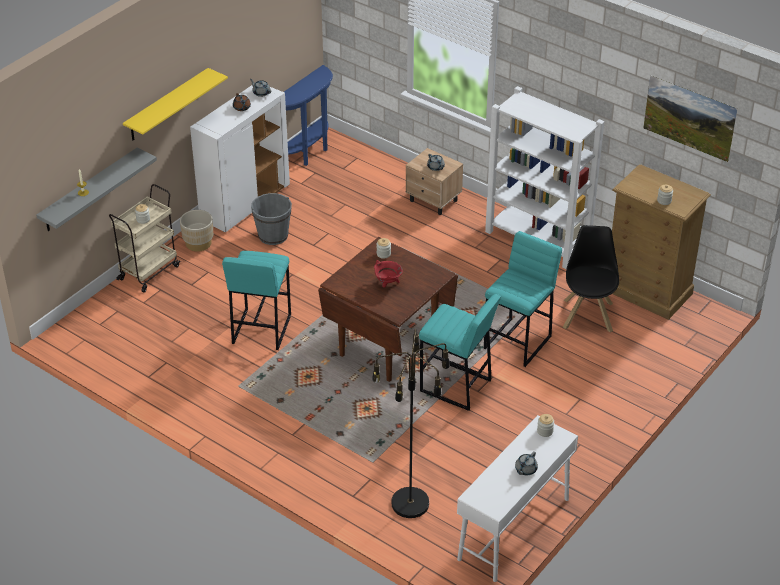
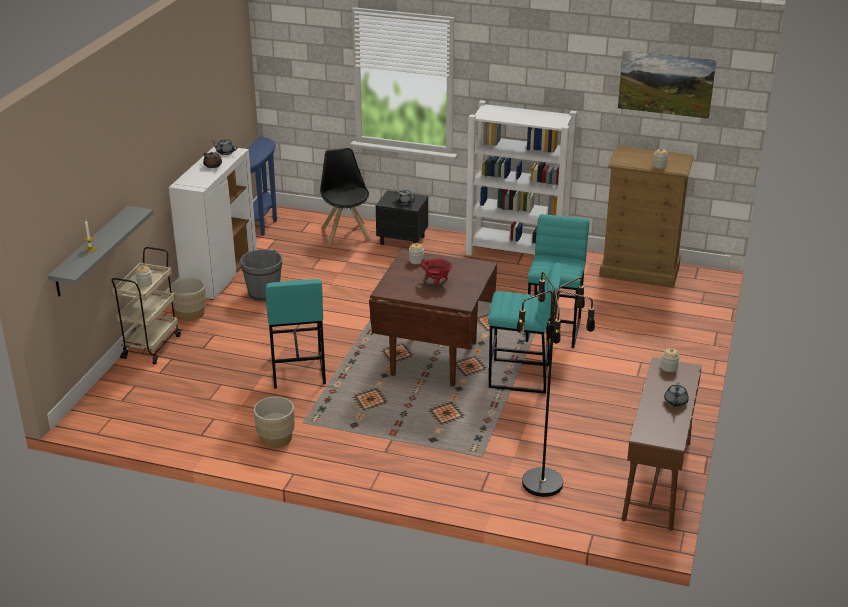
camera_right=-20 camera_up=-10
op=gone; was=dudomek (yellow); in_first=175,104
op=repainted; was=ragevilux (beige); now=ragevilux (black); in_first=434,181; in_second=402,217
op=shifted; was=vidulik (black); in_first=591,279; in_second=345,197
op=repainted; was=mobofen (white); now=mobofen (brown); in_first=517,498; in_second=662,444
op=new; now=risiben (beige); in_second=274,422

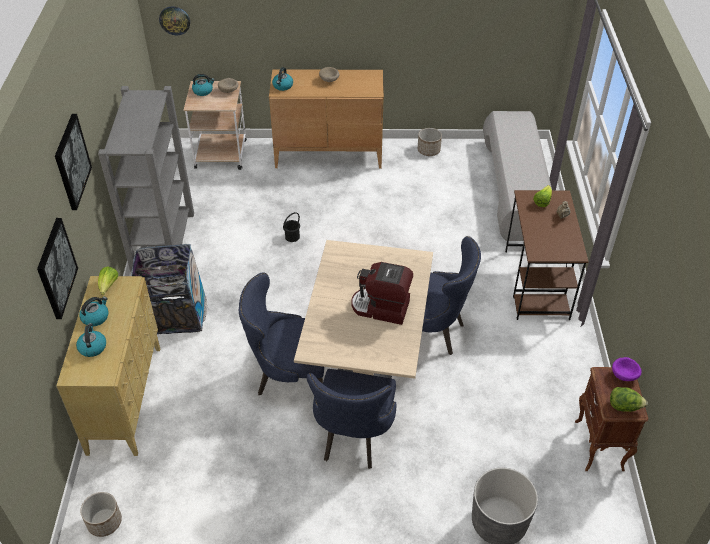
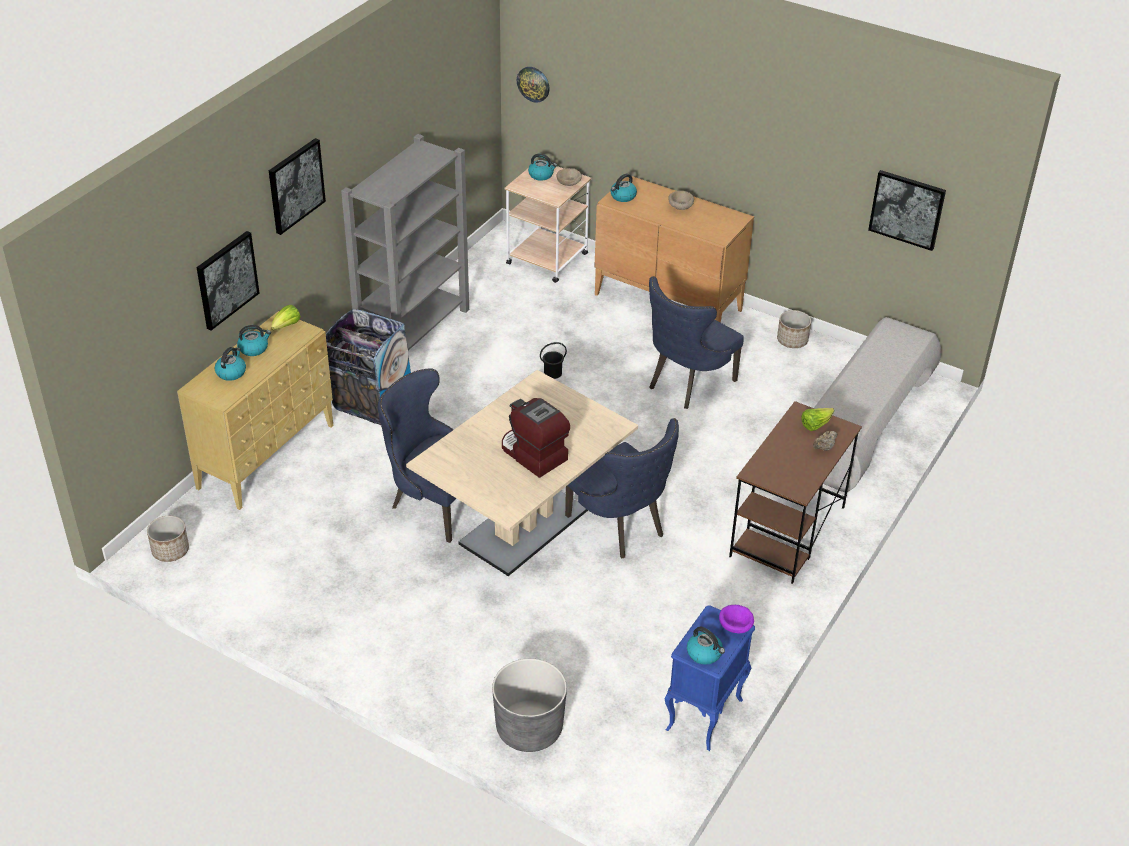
camera_right=30 camera_up=-5
op=repainted; was=ragevilux (brown); now=ragevilux (blue); in_first=611,419; in_second=710,678
op=shifted; was=vidulik (blue); in_first=352,419; in_second=696,342
op=swapped; was=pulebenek; now=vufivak; in_first=629,399; in_second=706,646
op=new; now=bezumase; in_second=907,210

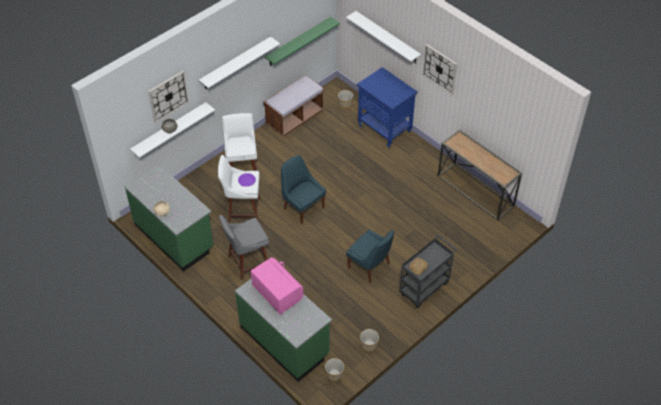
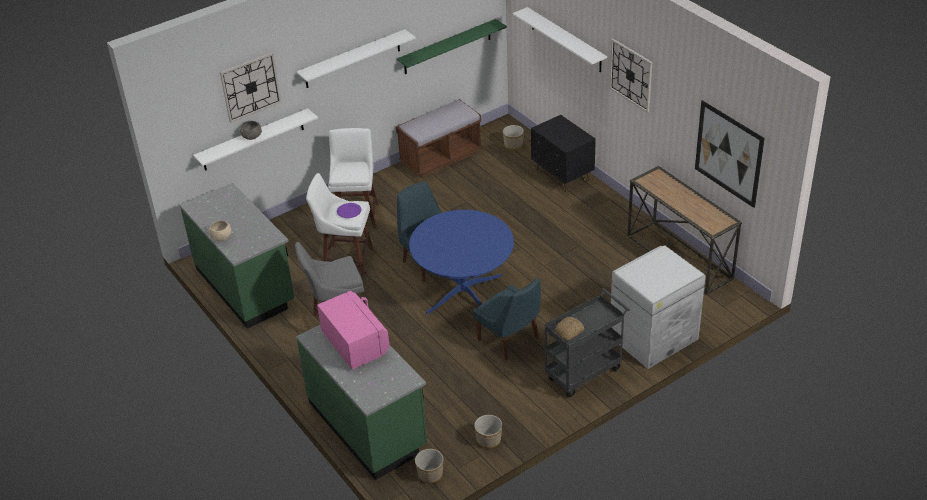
camera_right=10 camera_up=-10
op=swapped; was=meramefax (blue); now=ragevilux (black); in_first=387,107; in_second=563,153
op=new; now=bezumase; in_second=730,154
op=new; now=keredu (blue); in_second=461,262
op=new; now=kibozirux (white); in_second=658,307

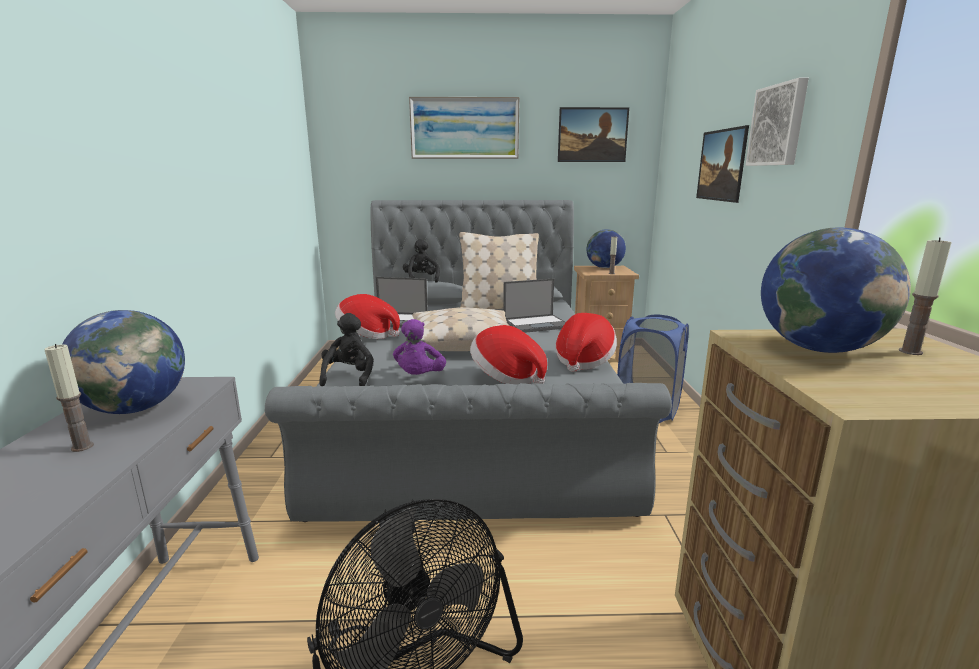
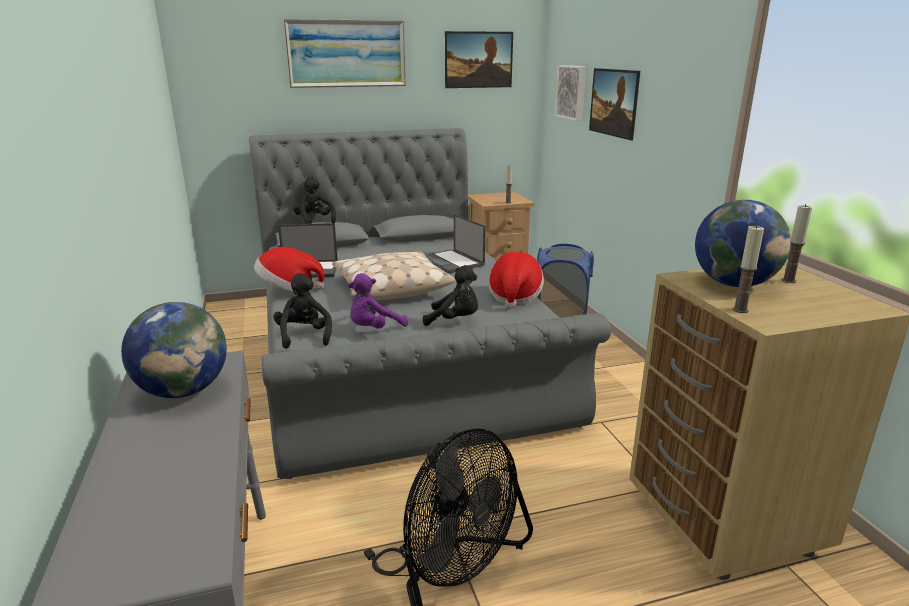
camera_right=-15 camera_up=5
op=shifted; was=bezumase; in_first=777,122; in_second=570,93
op=gone; was=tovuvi; in_first=606,248
op=gone; was=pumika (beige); in_first=499,270
op=rotated; was=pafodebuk; in_first=534,306; in_second=455,244; clockwise=90
op=rotated; was=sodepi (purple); in_first=419,347; in_second=378,301; clockwise=60
op=swapped; was=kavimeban; now=sodepi (black); in_first=508,355; in_second=450,295
op=shifted; was=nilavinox; in_first=69,398; in_second=748,269

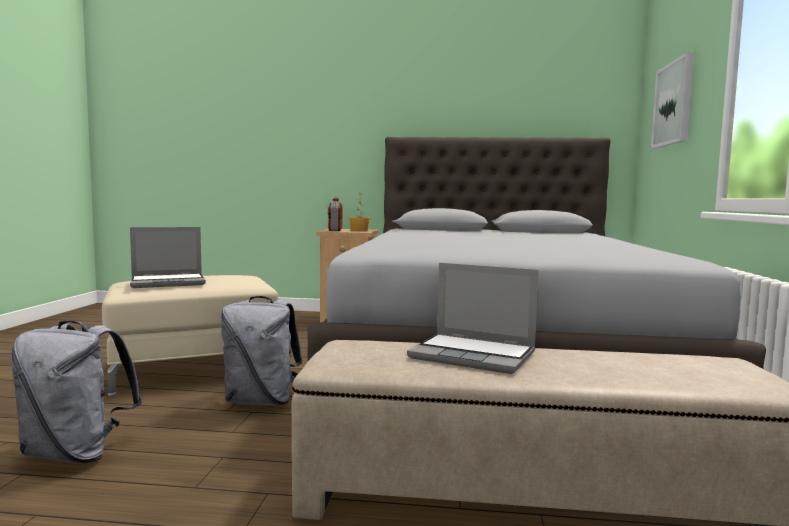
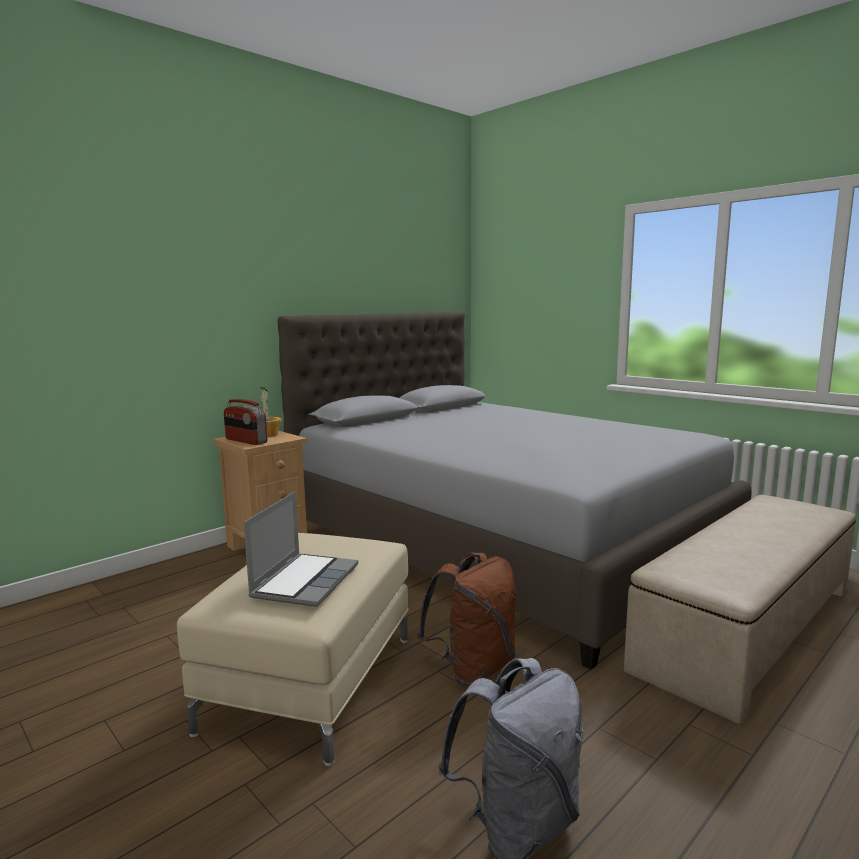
camera_right=-50 camera_up=5
op=gone; was=bezumase; in_first=672,100
op=gone; was=pafodebuk; in_first=473,318
op=repainted; was=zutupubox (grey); now=zutupubox (brown); in_first=261,351; in_second=467,619

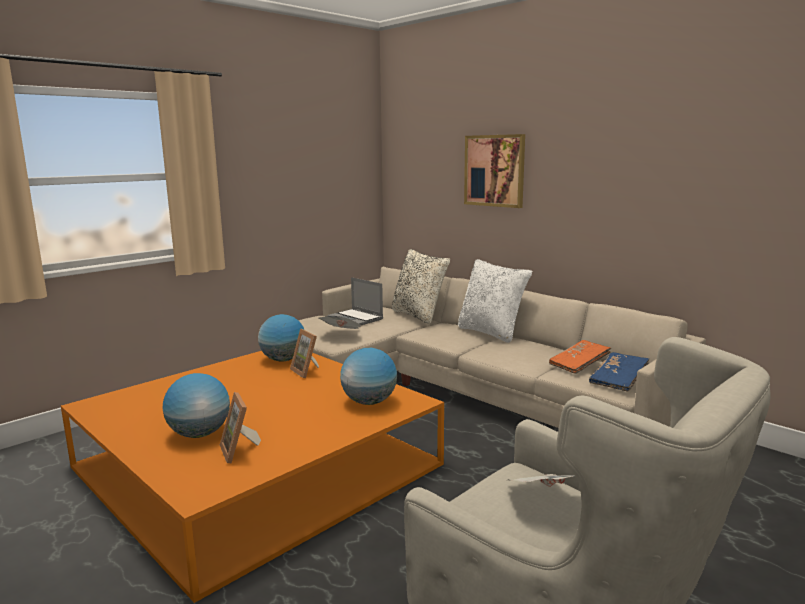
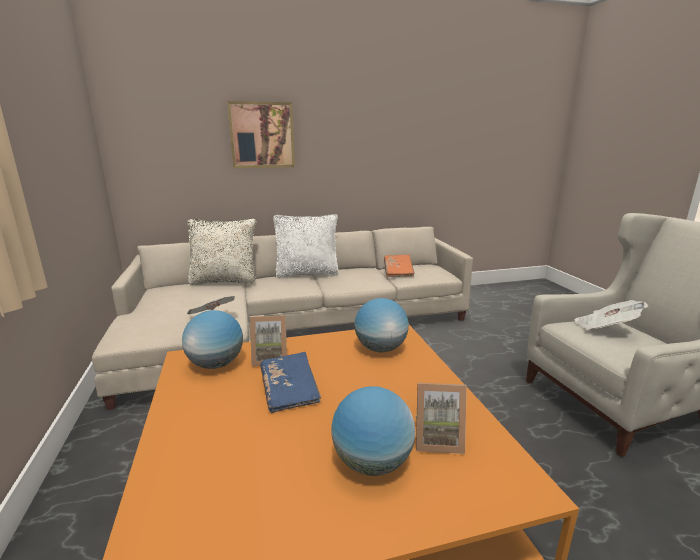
camera_right=-60 camera_up=5
op=gone; was=pafodebuk; in_first=355,301
op=shifted; was=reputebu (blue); in_first=619,372; in_second=290,382

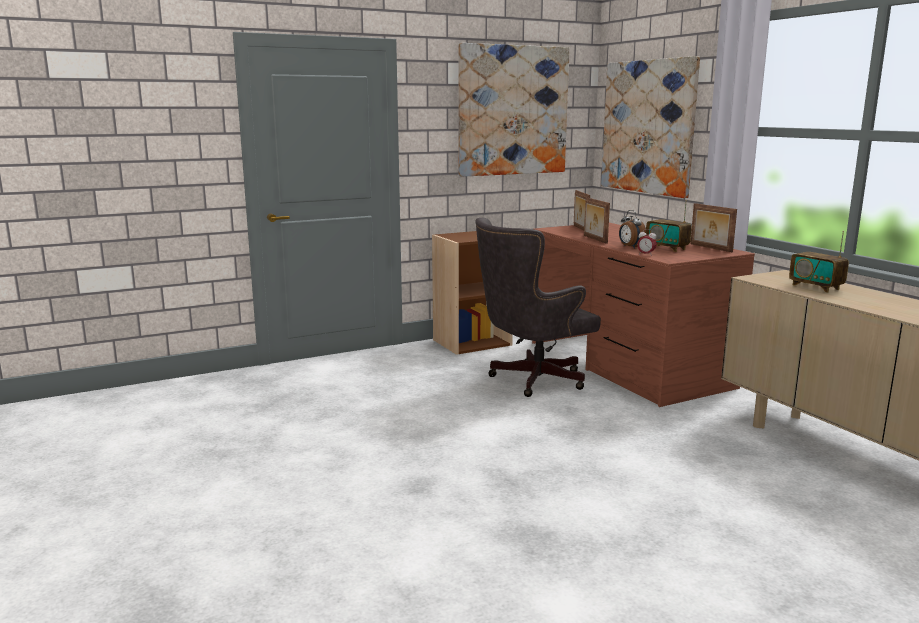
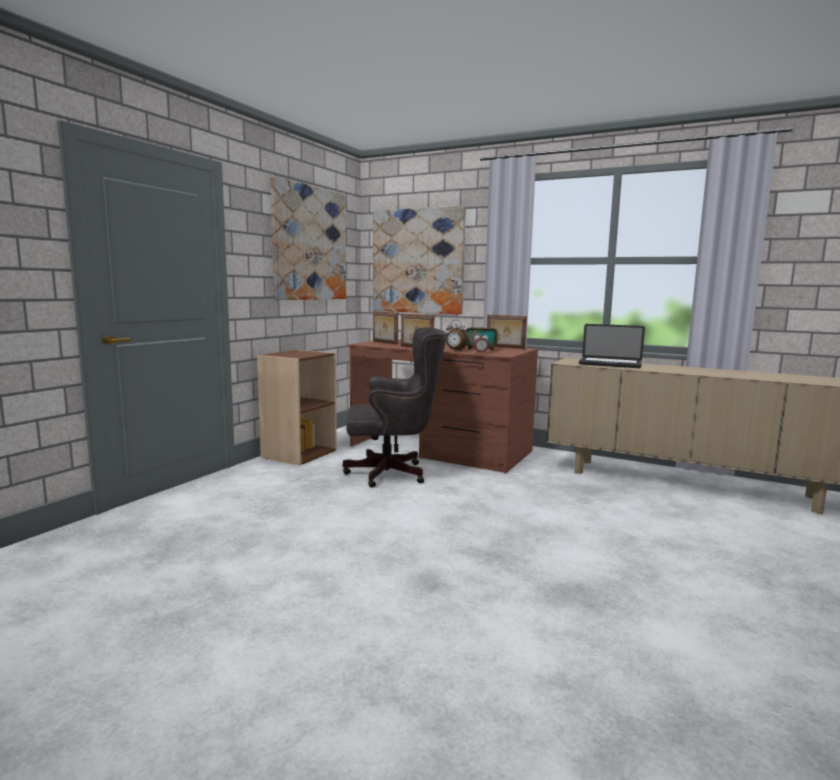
camera_right=-35 camera_up=-5
op=rotated; was=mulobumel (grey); in_first=538,307; in_second=395,407; clockwise=-120
op=swapped; was=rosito; now=pafodebuk; in_first=819,262; in_second=612,346

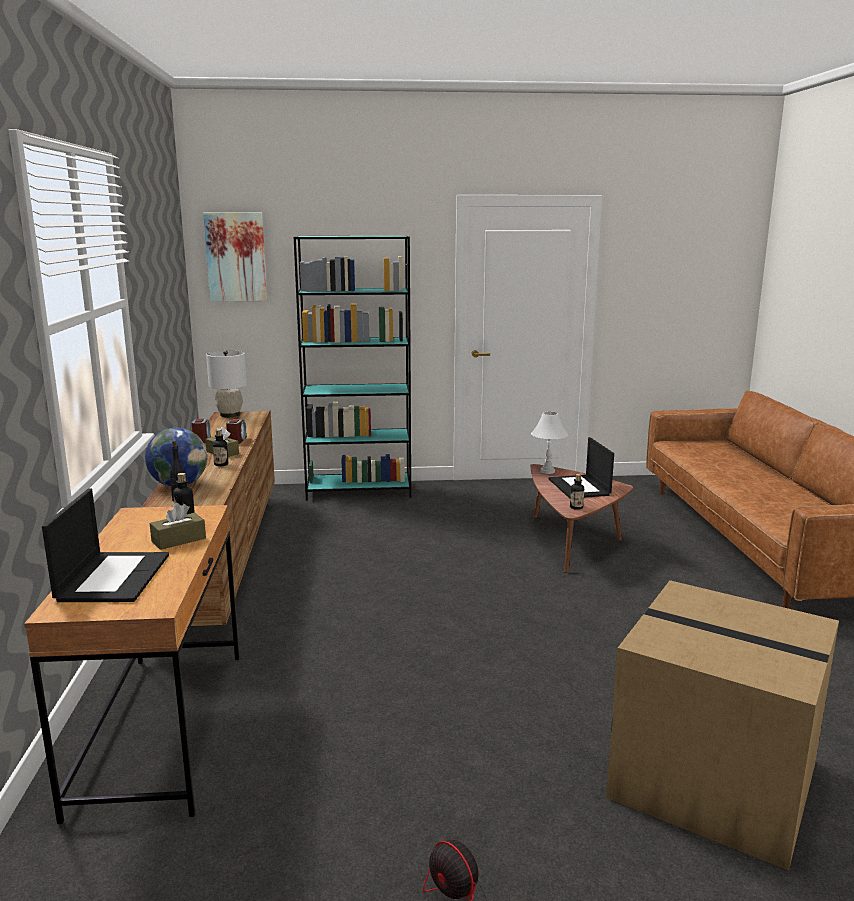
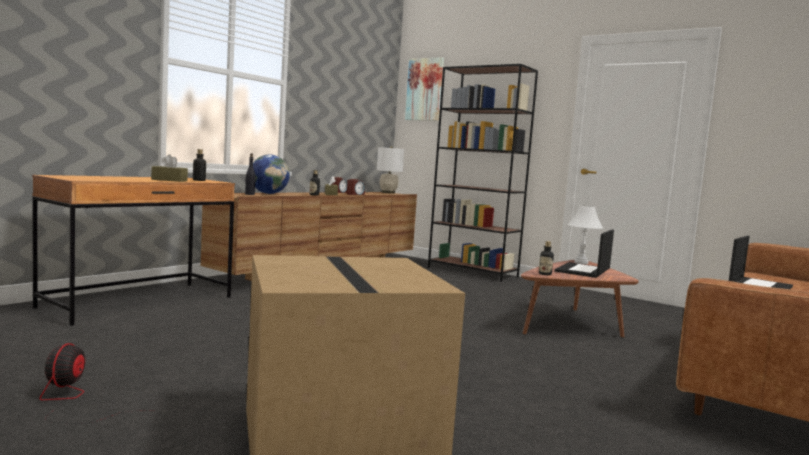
camera_right=40 camera_up=-10
op=repainted; was=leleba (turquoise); now=leleba (brown); in_first=352,368; in_second=483,173
op=shifted; was=pafodebuk; in_first=105,545; in_second=761,262

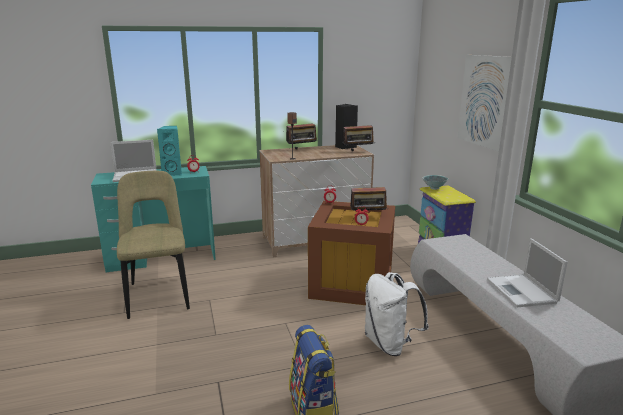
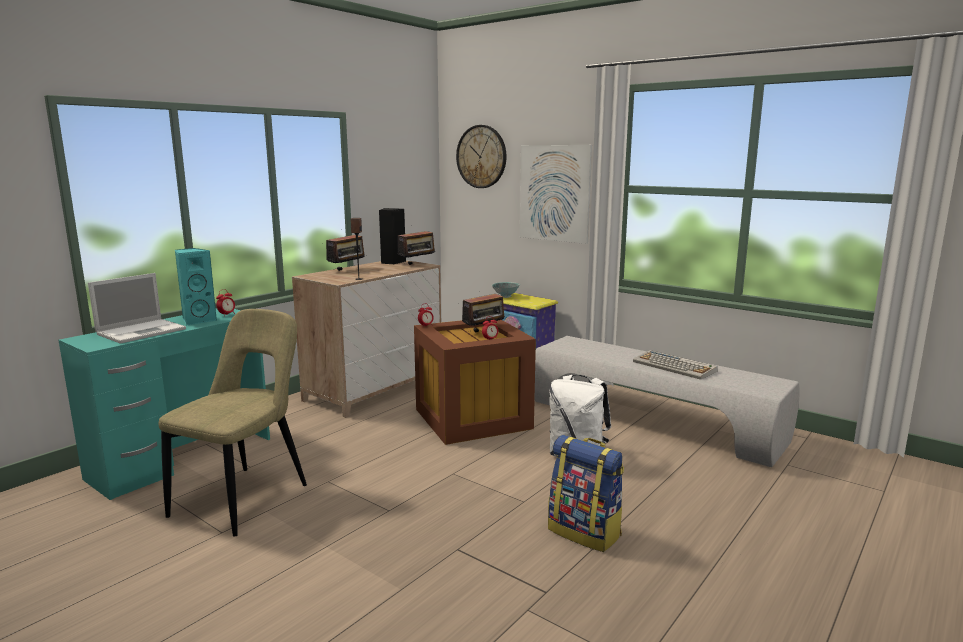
camera_right=-35 camera_up=-5
op=rotated; was=vidulik (beige); in_first=153,245; in_second=232,423; clockwise=75
op=swapped; was=pafodebuk; now=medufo; in_first=527,272; in_second=675,365
op=new; now=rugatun; in_second=481,156

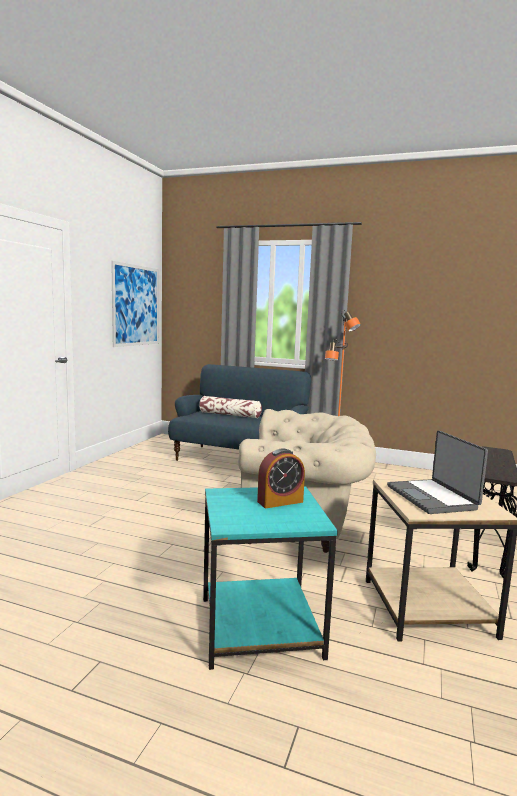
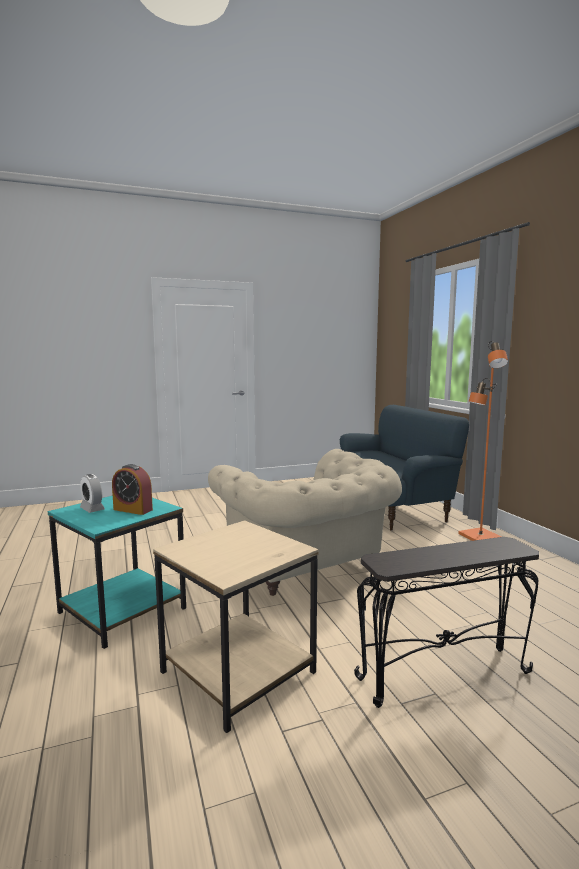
camera_right=50 camera_up=0
op=gone; was=bezumase; in_first=135,304
op=gone; was=pumika; in_first=230,407
op=gone; was=pafodebuk; in_first=437,472
op=new; now=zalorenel; in_second=92,493

